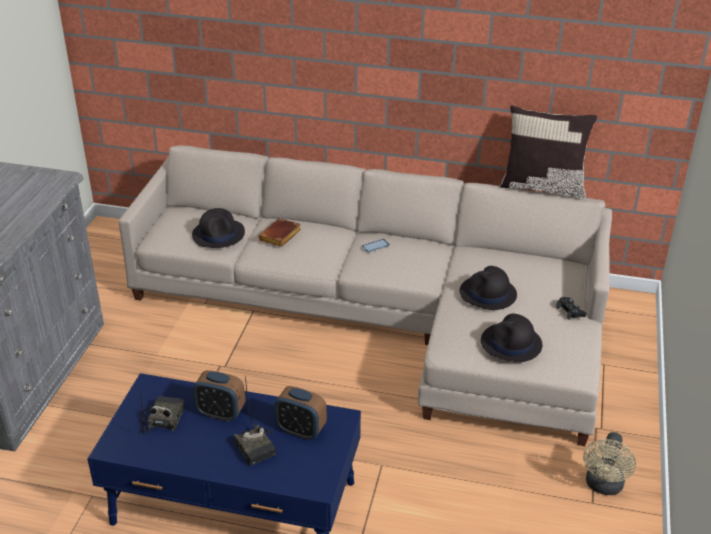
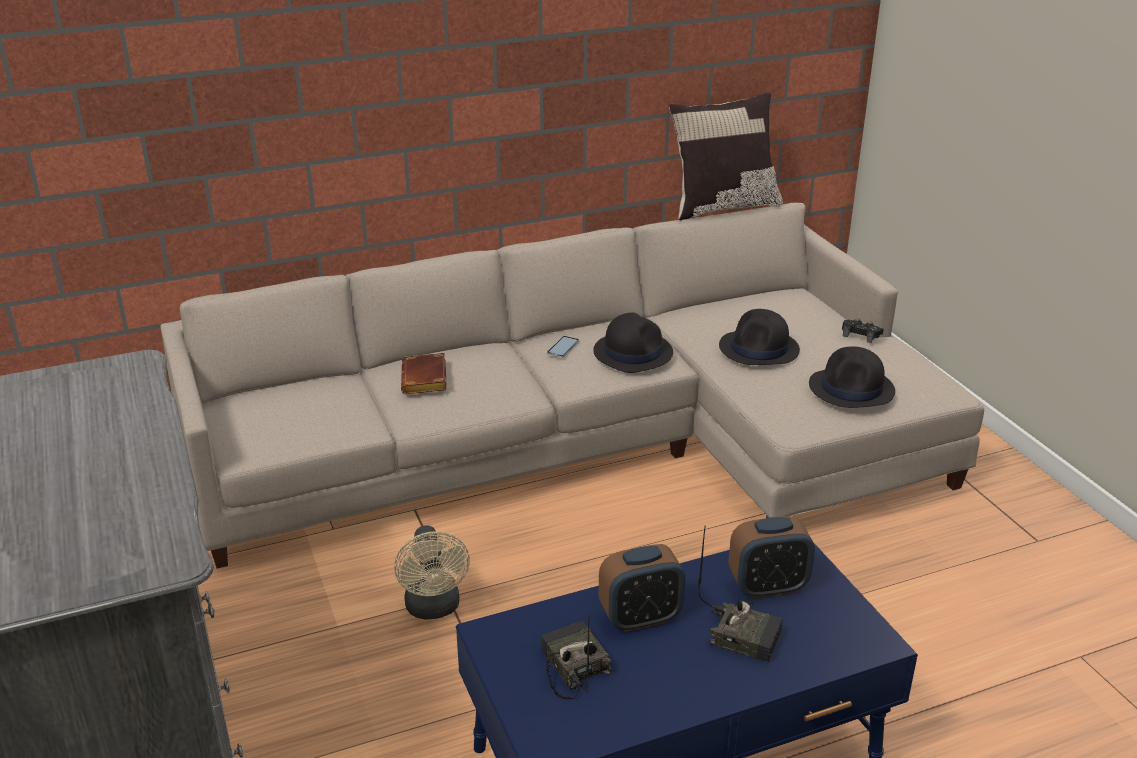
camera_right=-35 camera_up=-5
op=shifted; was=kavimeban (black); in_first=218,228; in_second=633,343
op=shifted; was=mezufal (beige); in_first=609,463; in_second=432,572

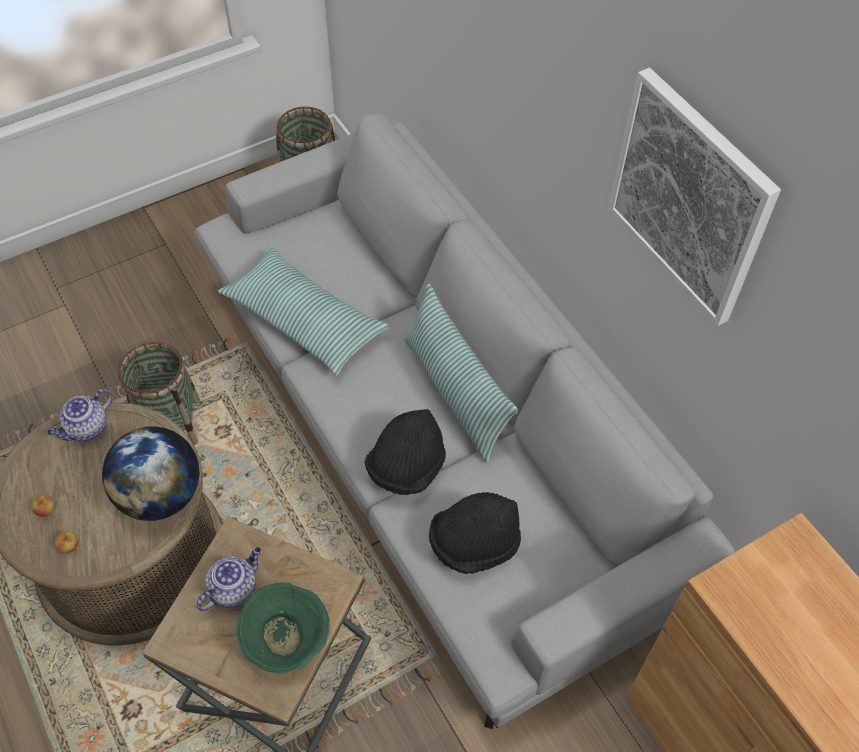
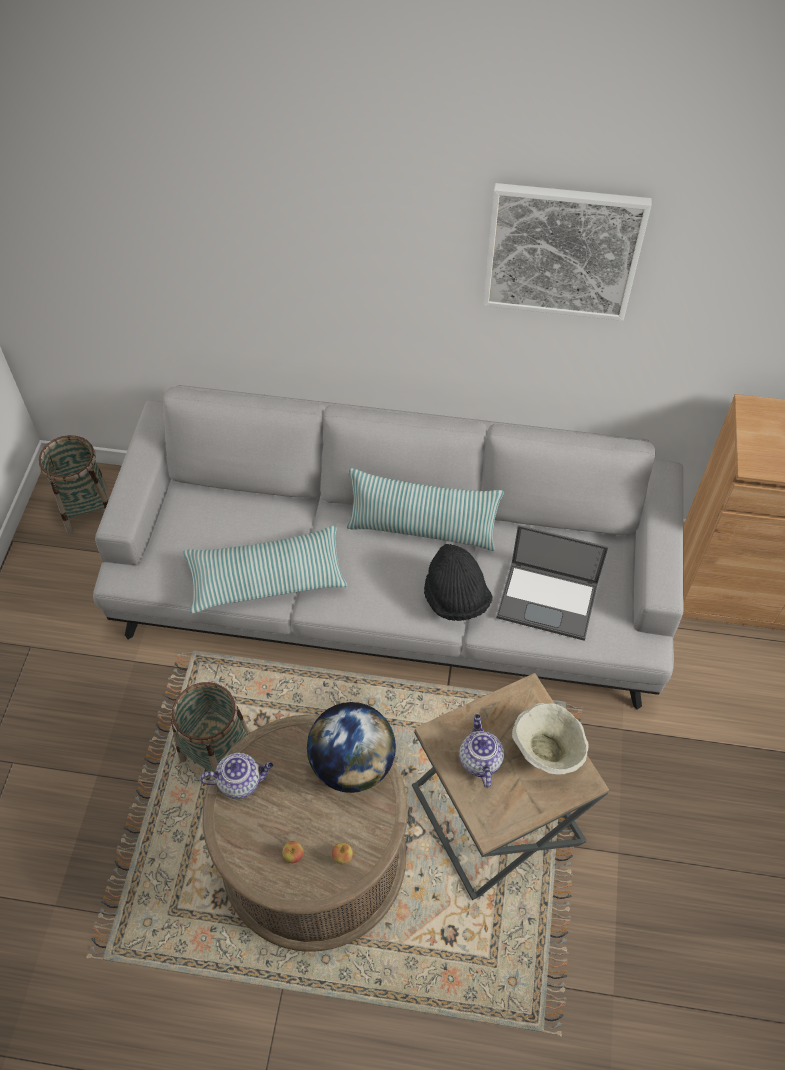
camera_right=-50 camera_up=0
op=rotated; was=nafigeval; in_first=80,415; in_second=236,776; clockwise=-90
op=swapped; was=kavimeban (black); now=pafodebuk; in_first=475,533; in_second=552,583
op=repainted; was=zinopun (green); now=zinopun (beige); in_first=283,628; in_second=550,739

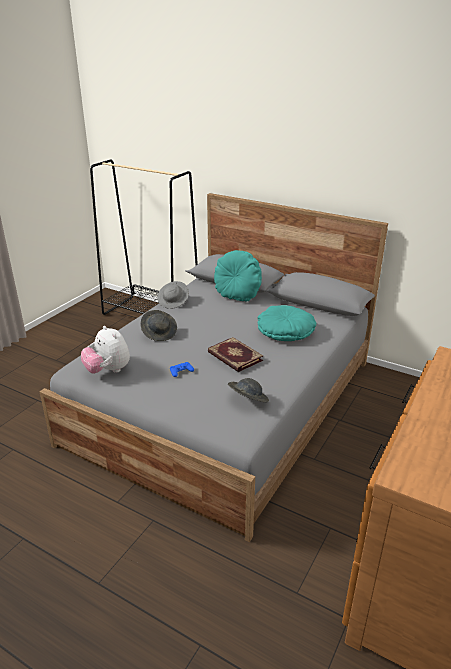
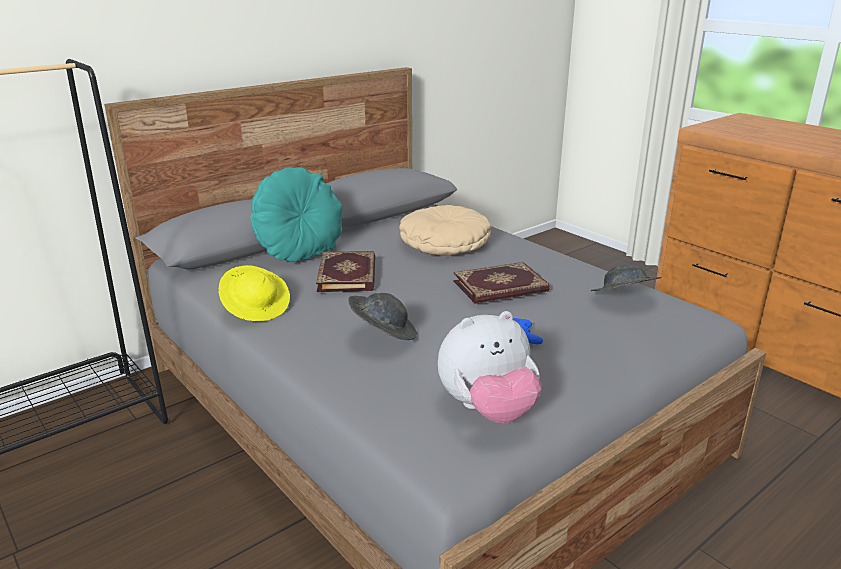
camera_right=-70 camera_up=-5
op=repainted; was=kavimeban (grey); now=kavimeban (yellow); in_first=173,295; in_second=254,293
op=repainted; was=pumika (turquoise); now=pumika (beige); in_first=286,323; in_second=445,230
op=new; now=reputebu; in_second=345,271

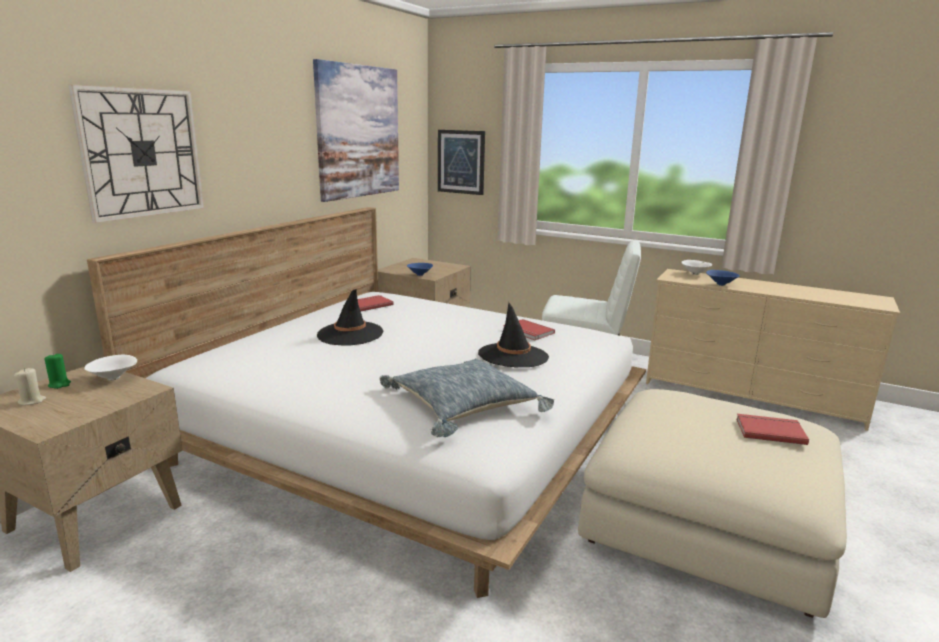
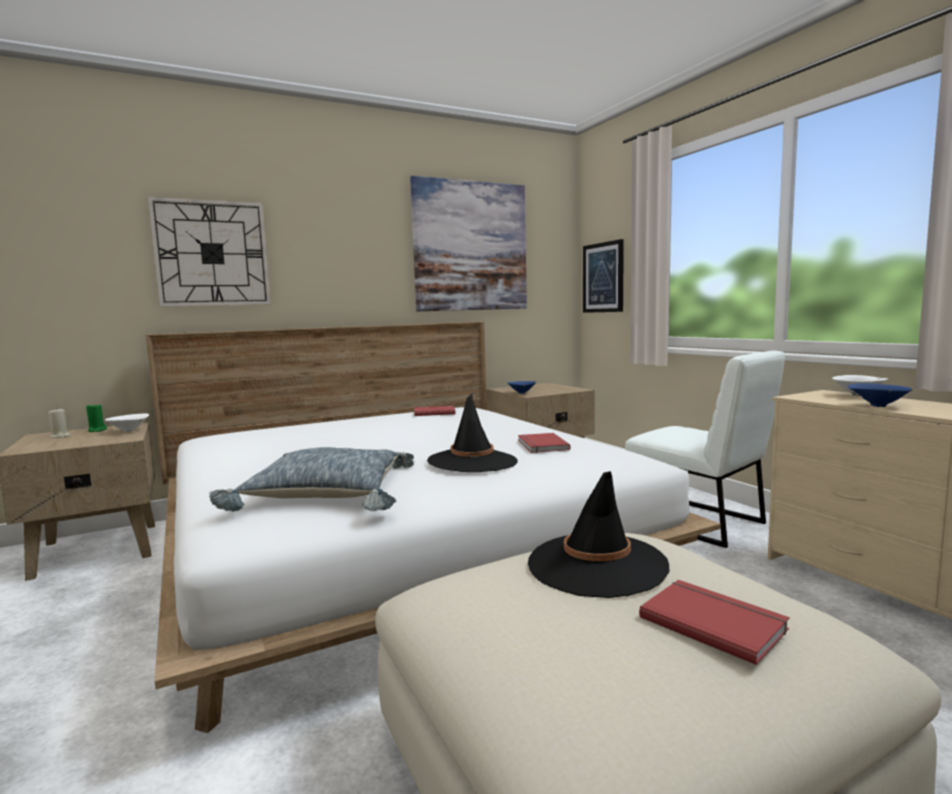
camera_right=35 camera_up=-10
op=shifted; was=kavimeban (black); in_first=350,317; in_second=599,534

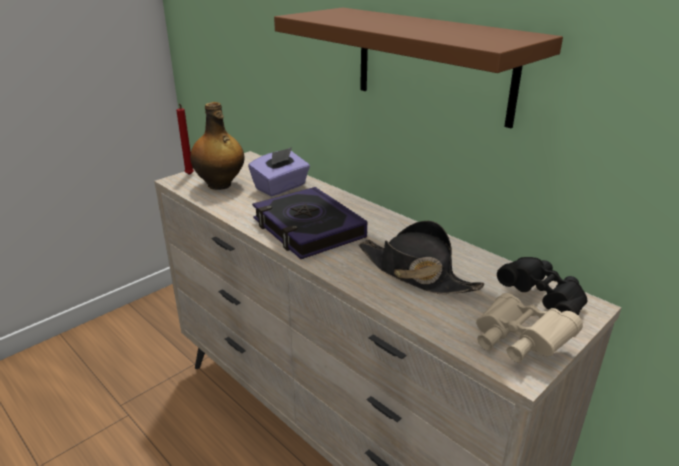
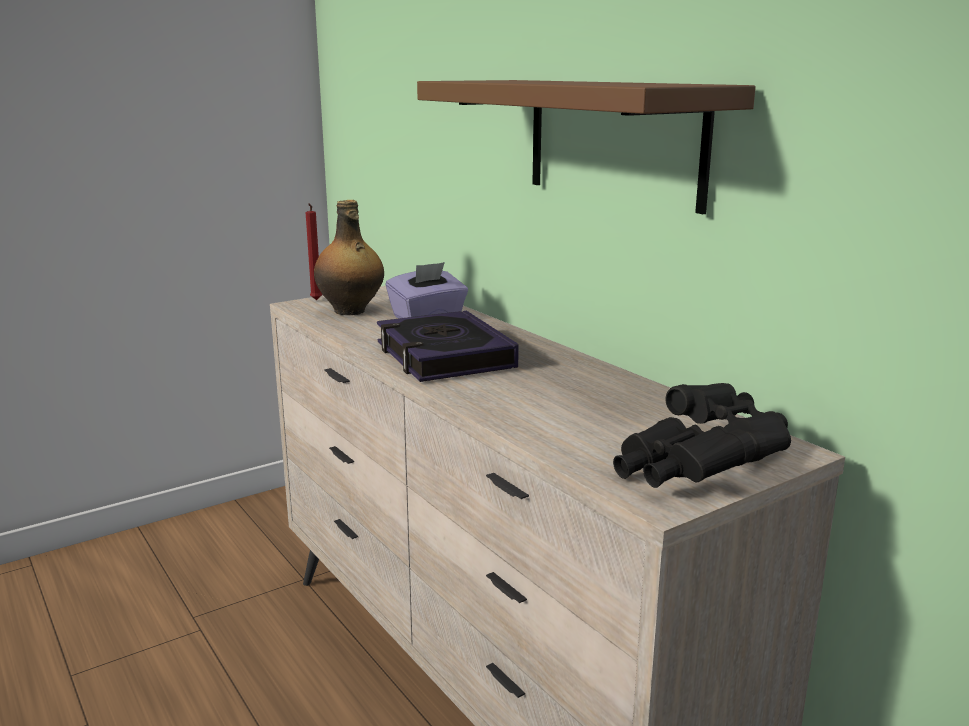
camera_right=10 camera_up=-10
op=gone; was=kavimeban (black); in_first=422,257
op=repainted; was=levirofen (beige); now=levirofen (black); in_first=529,327; in_second=684,452

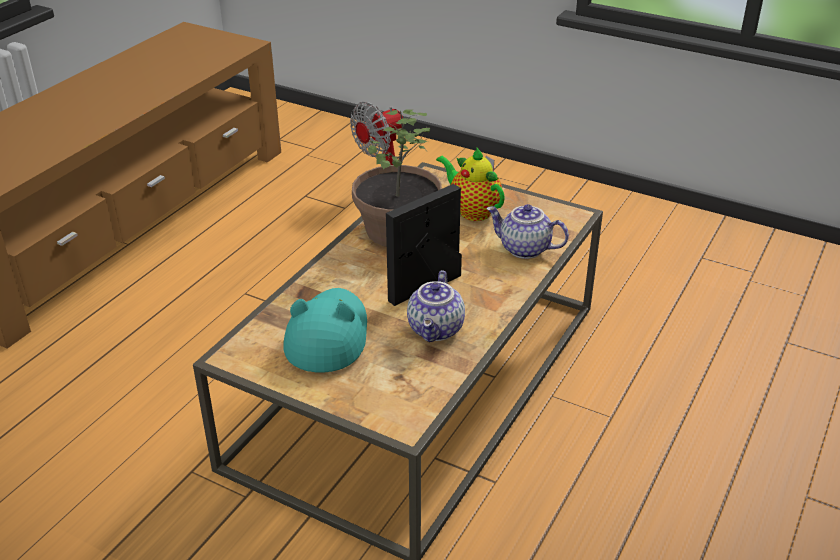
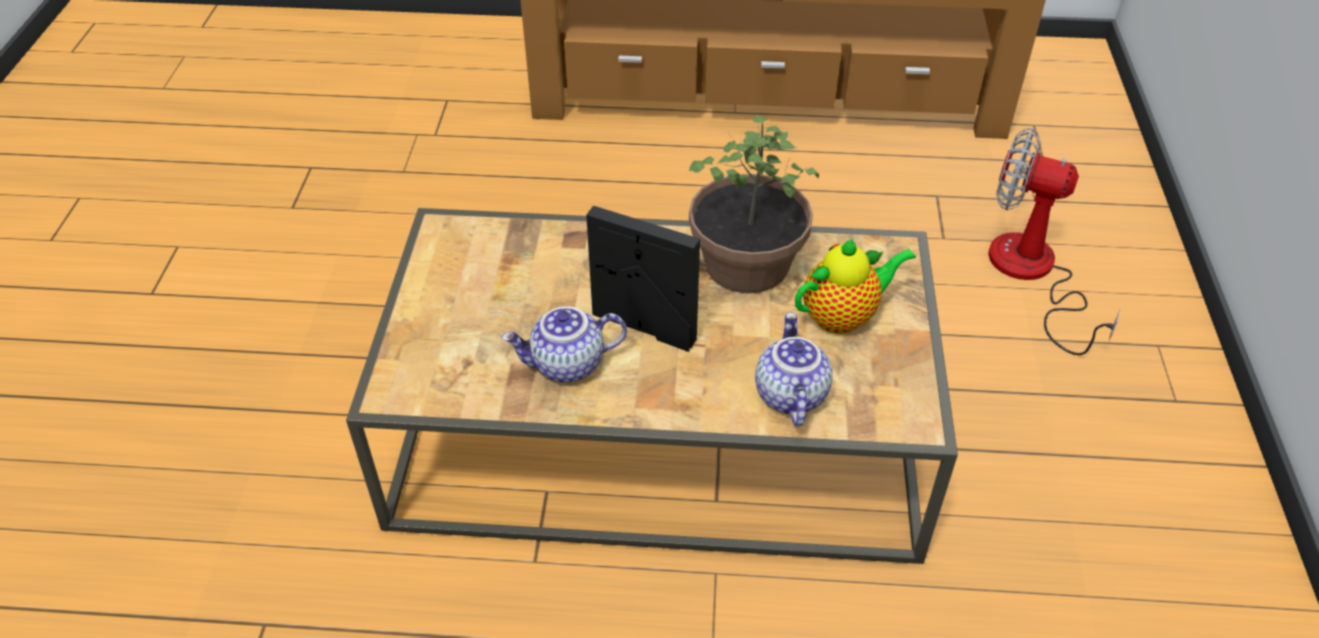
camera_right=65 camera_up=10
op=rotated; was=nafigeval; in_first=470,184; in_second=855,286; clockwise=45
op=gone; was=kavimeban (turquoise); in_first=325,330

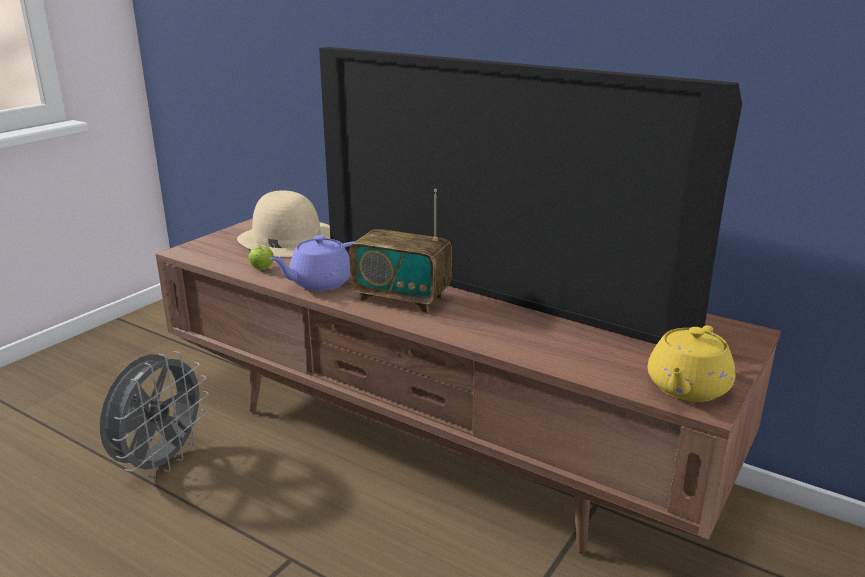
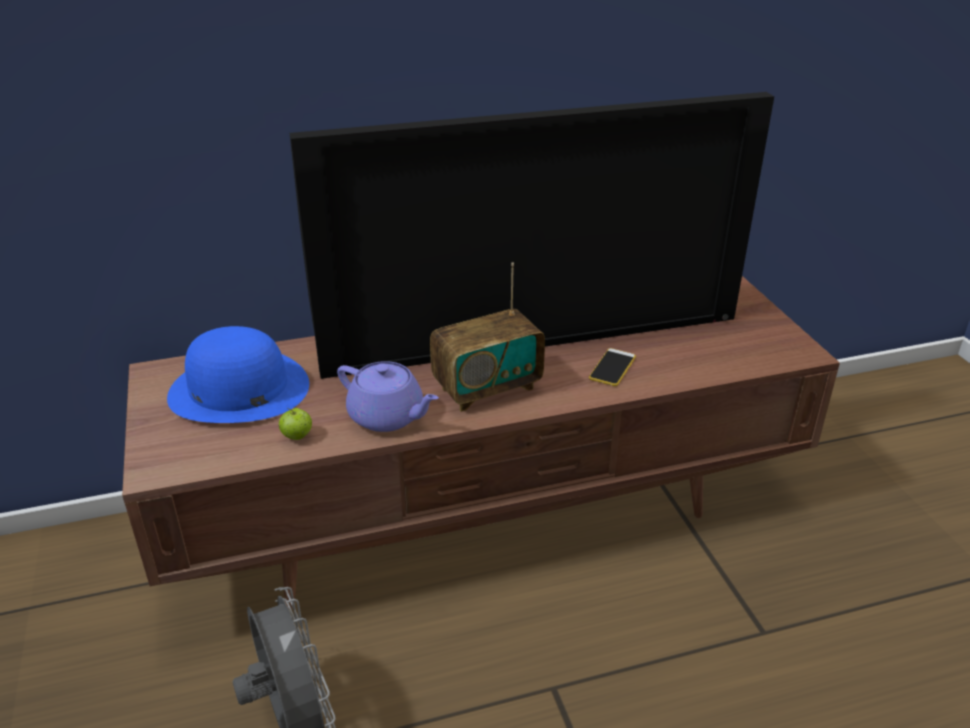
camera_right=-50 camera_up=10
op=repainted; was=kavimeban (beige); now=kavimeban (blue); in_first=283,223; in_second=238,374
op=rotated; was=nafigeval (purple); in_first=312,263; in_second=388,396; clockwise=-60
op=gone; was=nafigeval (yellow); in_first=691,363
op=new; now=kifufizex; in_second=612,367

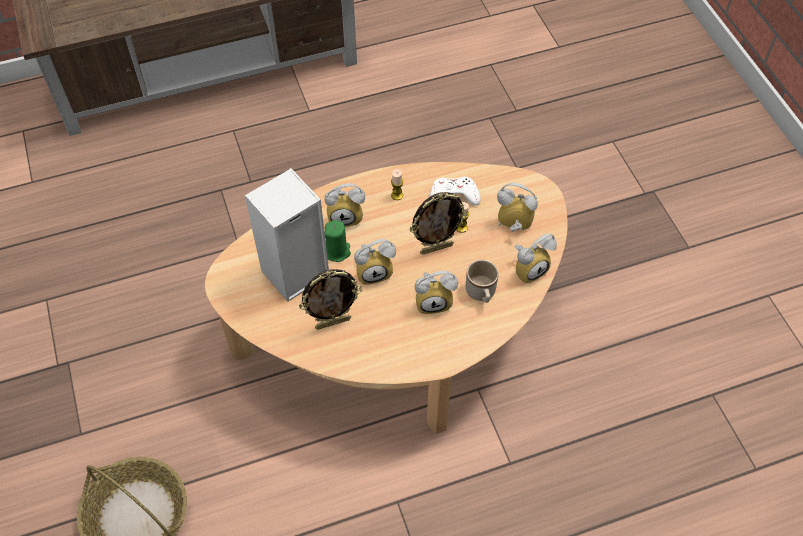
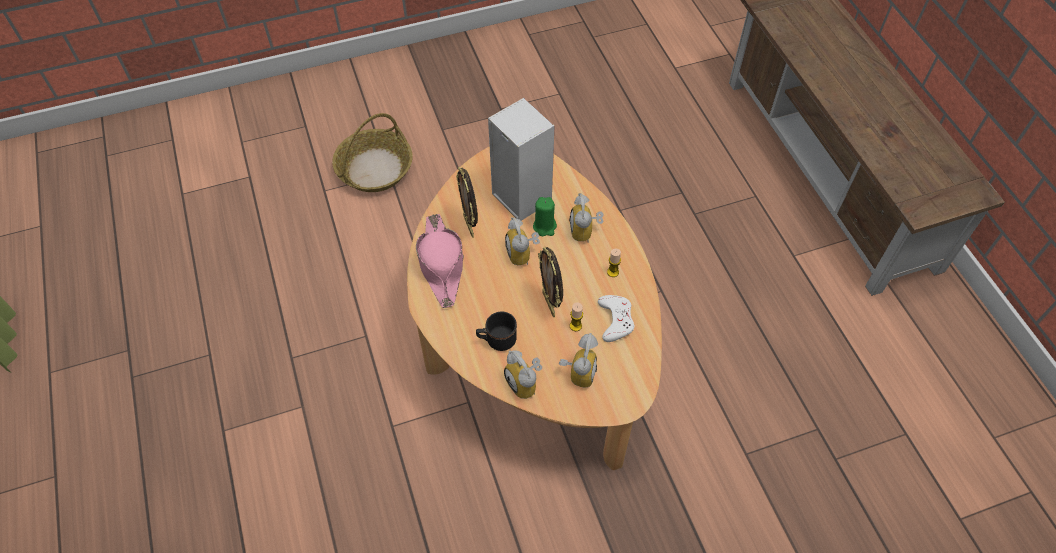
camera_right=90 camera_up=0
op=repainted; was=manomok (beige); now=manomok (black); in_first=482,281; in_second=496,331
op=gone; was=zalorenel; in_first=436,292
op=new; now=kavimeban (pink); in_second=440,261

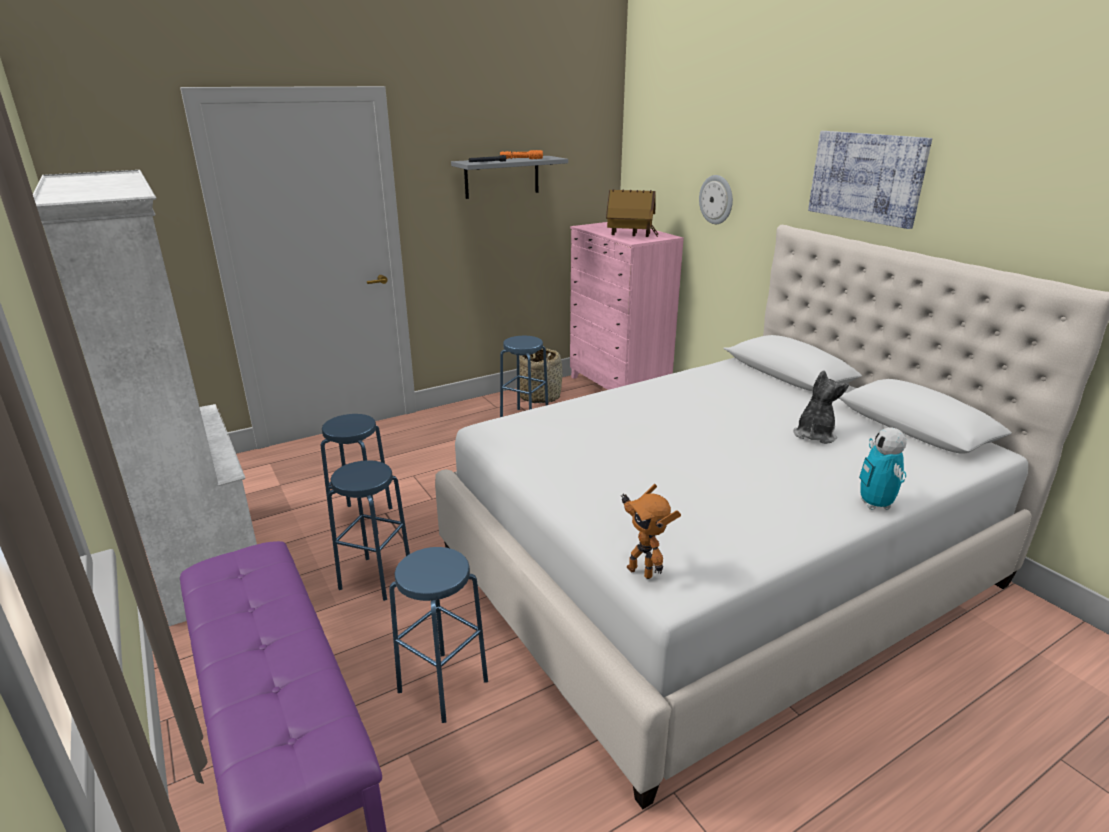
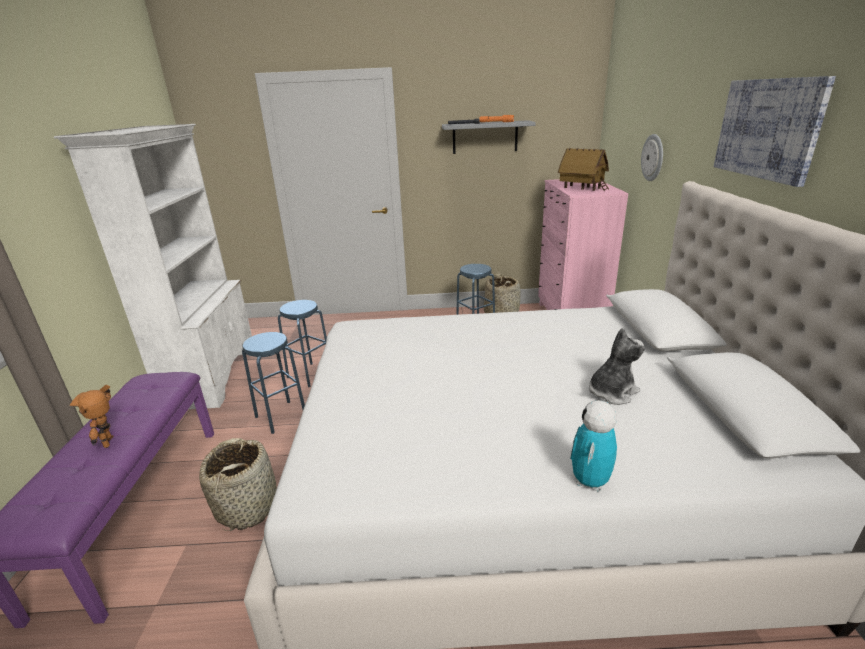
camera_right=30 camera_up=0
op=shifted; was=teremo; in_first=651,531; in_second=92,416
op=swapped; was=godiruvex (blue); now=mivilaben; in_first=438,635; in_second=238,484

